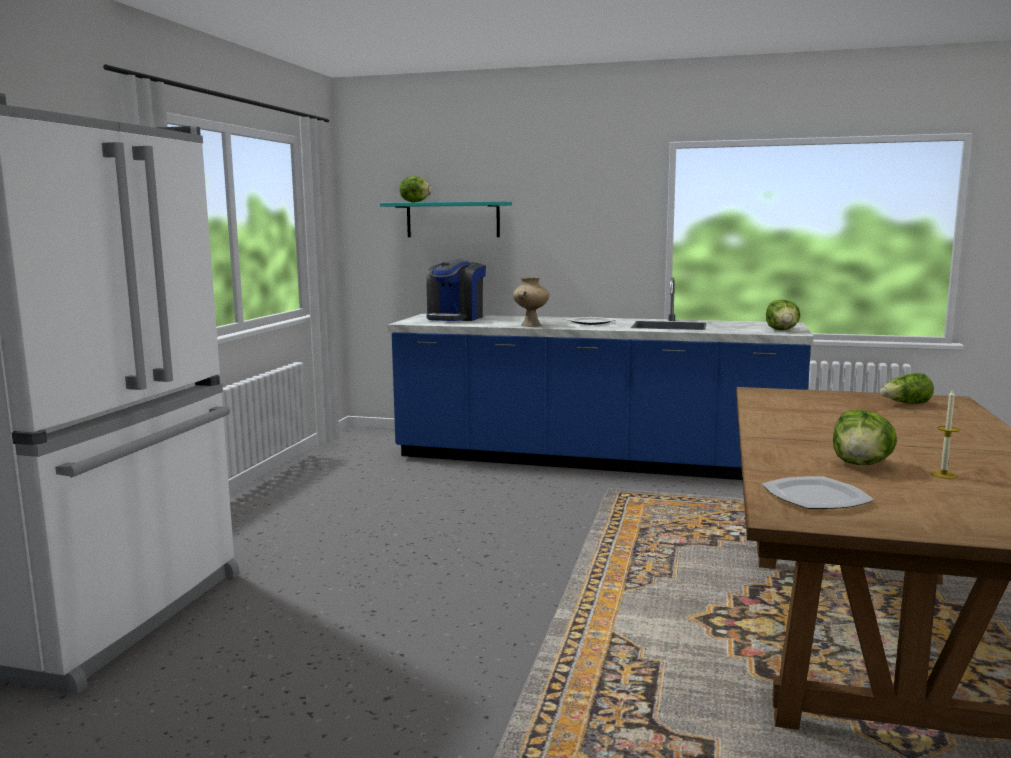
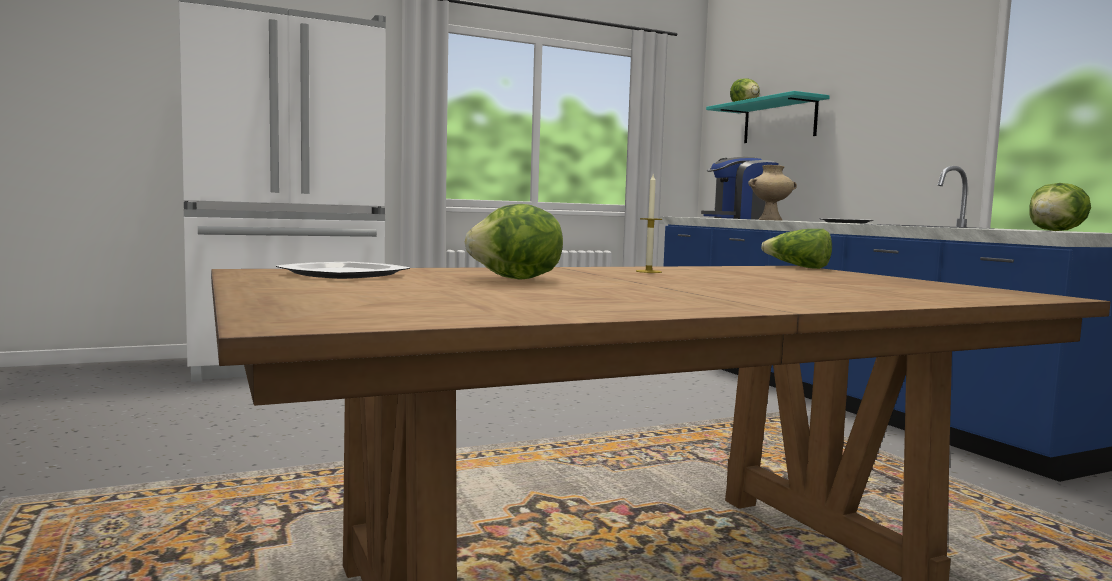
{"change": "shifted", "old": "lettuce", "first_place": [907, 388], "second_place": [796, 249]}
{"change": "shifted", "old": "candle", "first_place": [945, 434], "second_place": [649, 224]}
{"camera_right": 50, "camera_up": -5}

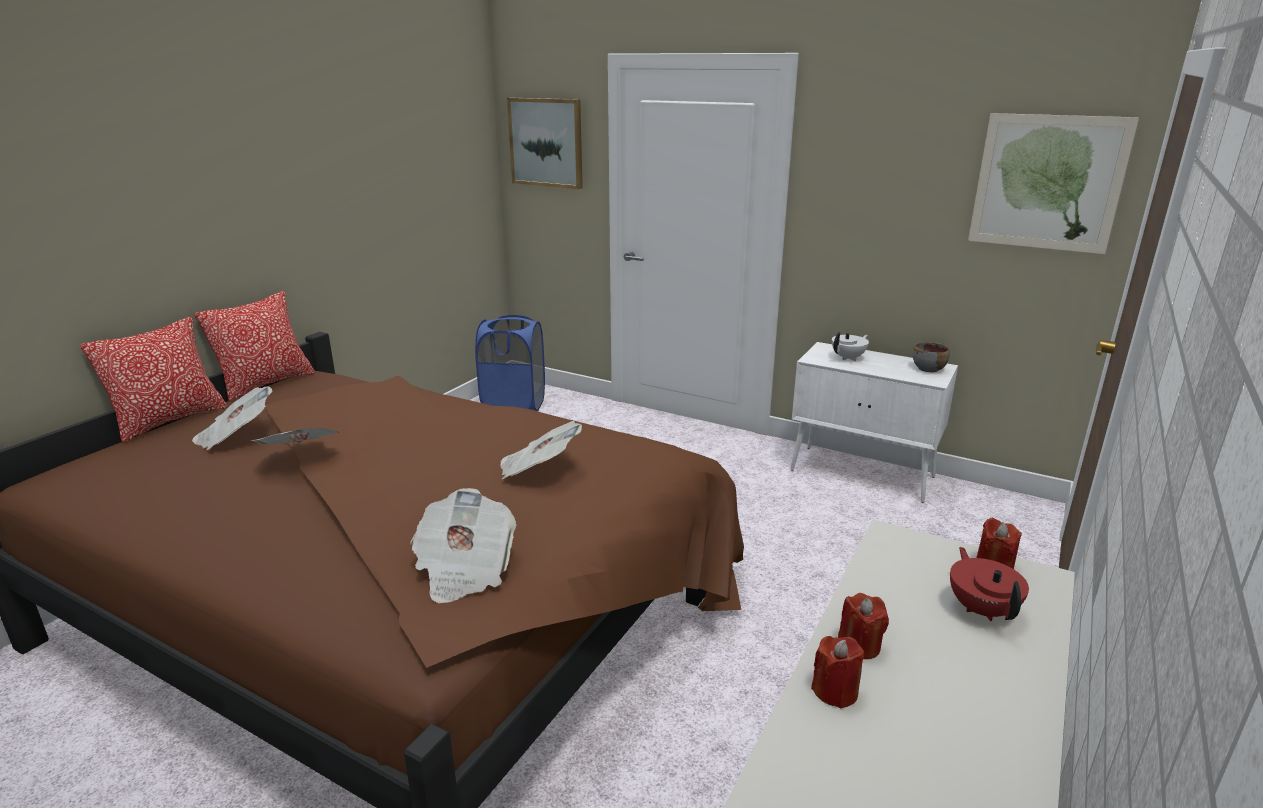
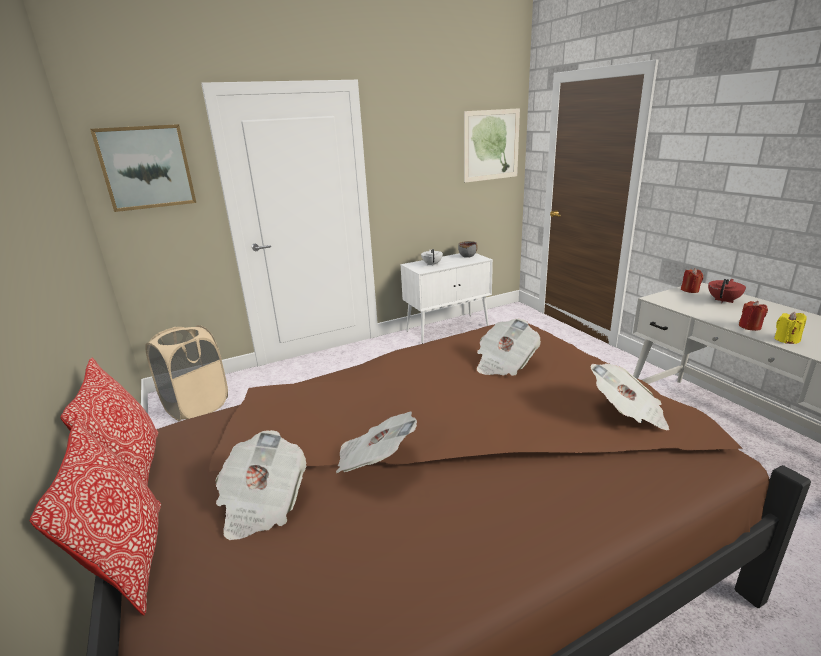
{"change": "repainted", "old": "blue laundry basket", "new": "beige laundry basket", "first_place": [510, 363], "second_place": [186, 373]}
{"change": "repainted", "old": "red candle", "new": "yellow candle", "first_place": [838, 672], "second_place": [790, 327]}
{"change": "rotated", "old": "red teapot", "first_place": [989, 584], "second_place": [727, 291], "degrees": 105}
{"camera_right": -55, "camera_up": 0}

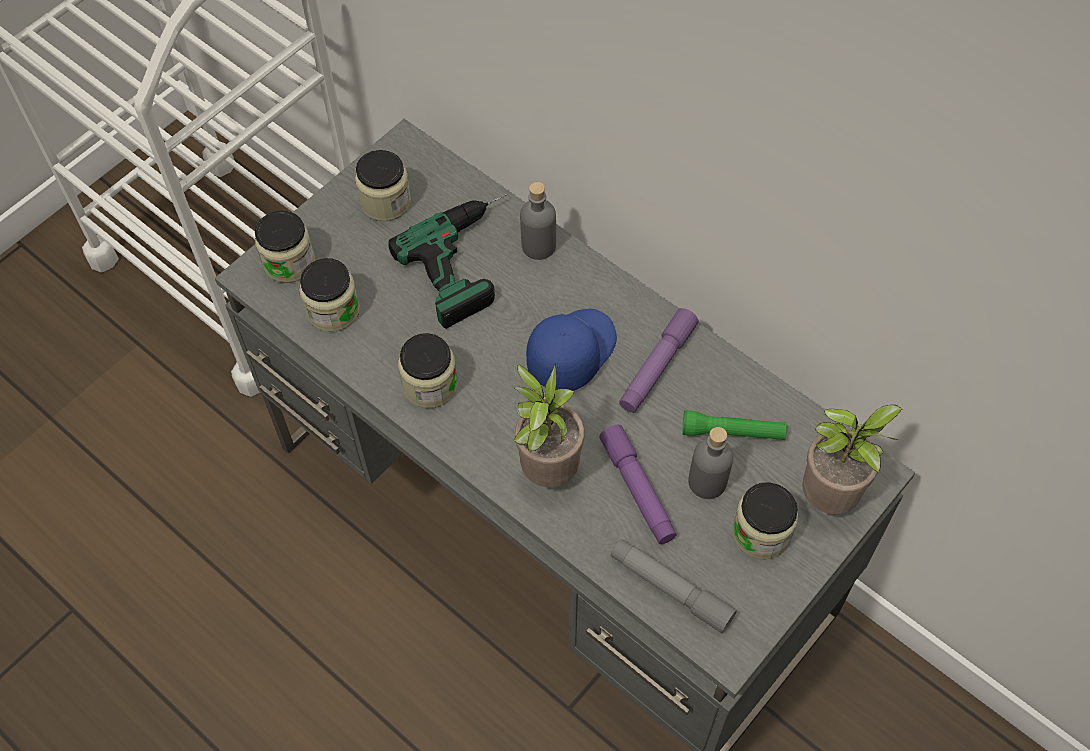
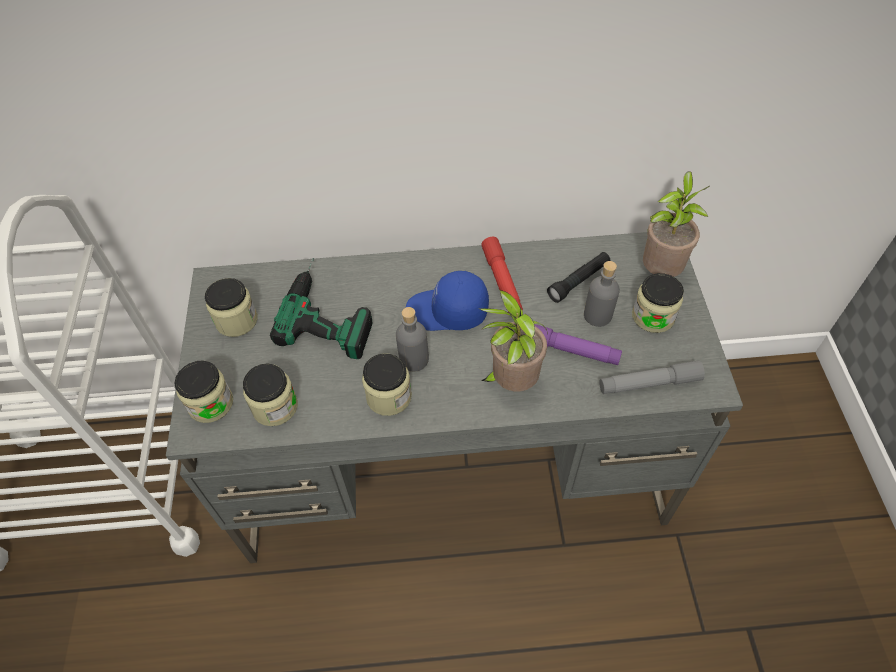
{"change": "shifted", "old": "grey bottle", "first_place": [538, 221], "second_place": [412, 339]}
{"change": "repainted", "old": "purple flashlight", "new": "red flashlight", "first_place": [659, 360], "second_place": [502, 274]}
{"change": "repainted", "old": "green flashlight", "new": "black flashlight", "first_place": [734, 425], "second_place": [578, 277]}
{"change": "rotated", "old": "blue cap", "first_place": [571, 350], "second_place": [447, 301], "degrees": -75}
{"camera_right": -45, "camera_up": -5}

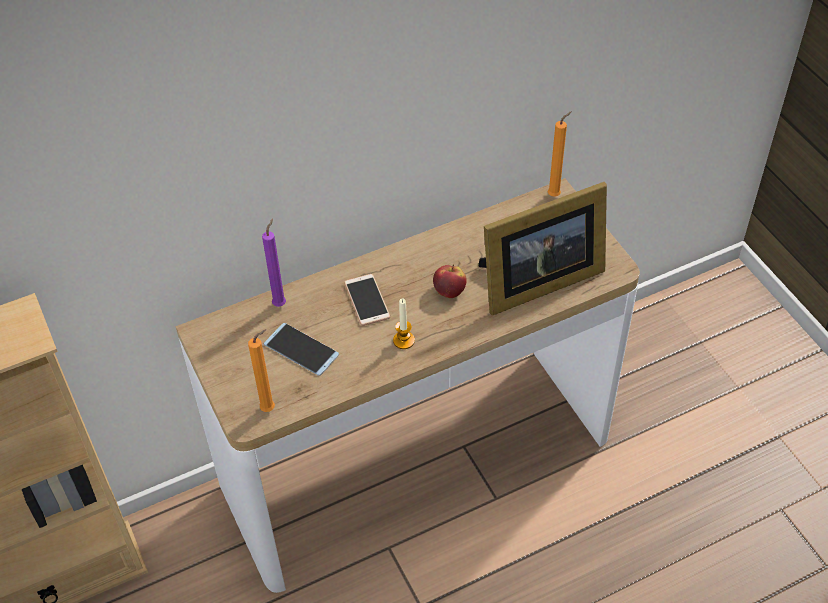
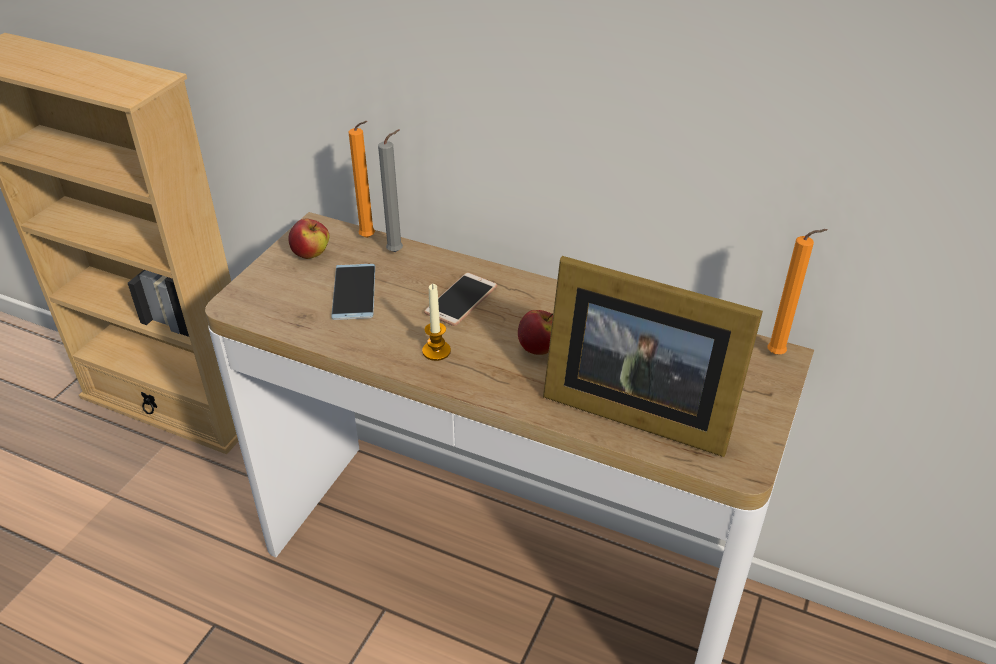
{"change": "new", "new": "apple", "second_place": [308, 238]}
{"change": "shifted", "old": "orange candle", "first_place": [261, 371], "second_place": [362, 179]}
{"change": "repainted", "old": "purple candle", "new": "grey candle", "first_place": [274, 263], "second_place": [390, 190]}
{"camera_right": 50, "camera_up": -10}

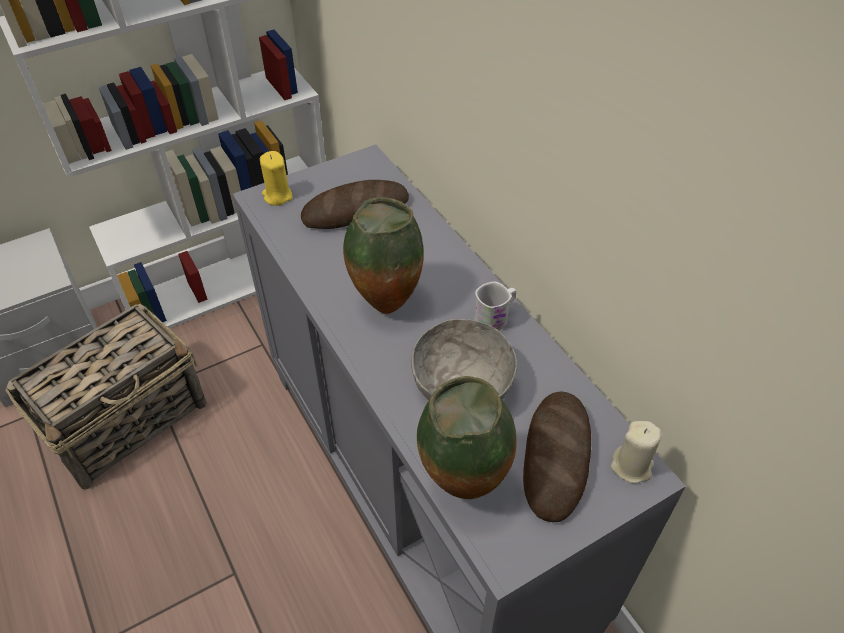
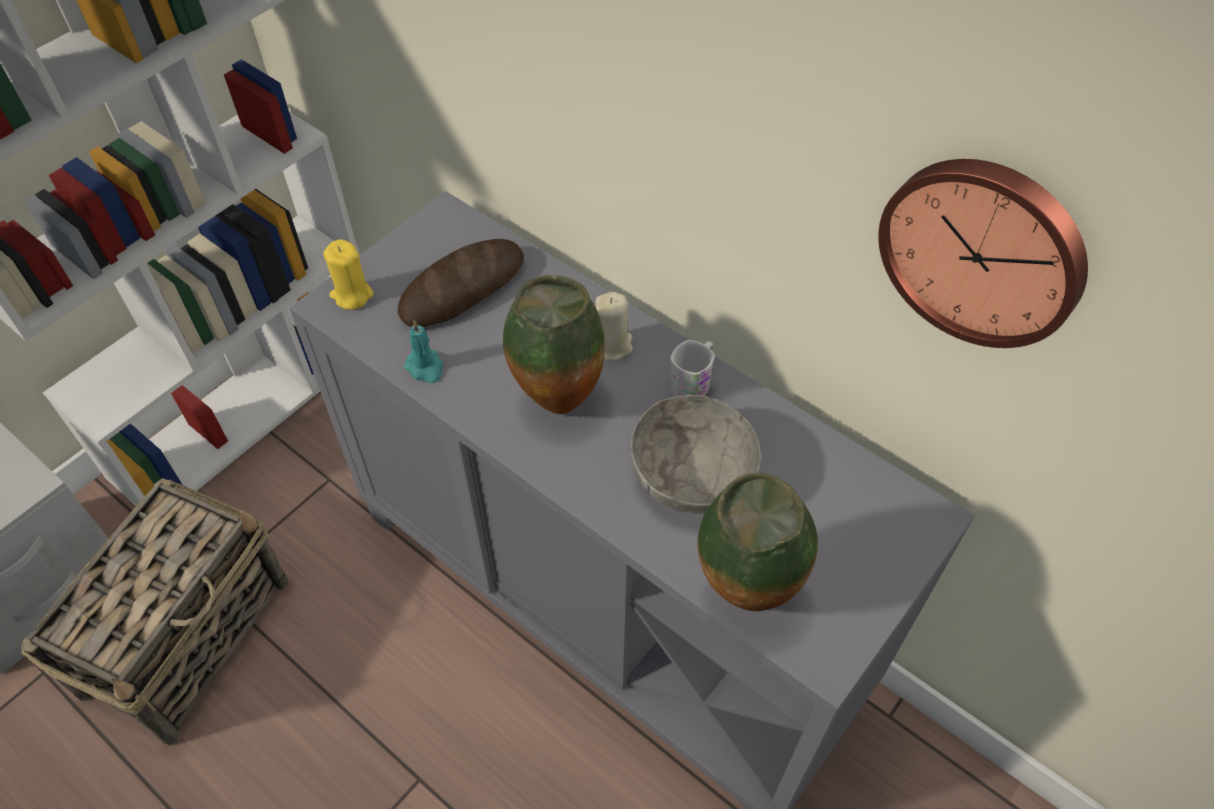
{"change": "gone", "old": "bread", "first_place": [557, 456]}
{"change": "new", "new": "turquoise candle", "second_place": [424, 351]}
{"change": "new", "new": "wall clock", "second_place": [983, 253]}
{"change": "shifted", "old": "beige candle", "first_place": [636, 452], "second_place": [614, 326]}
{"camera_right": -20, "camera_up": 5}

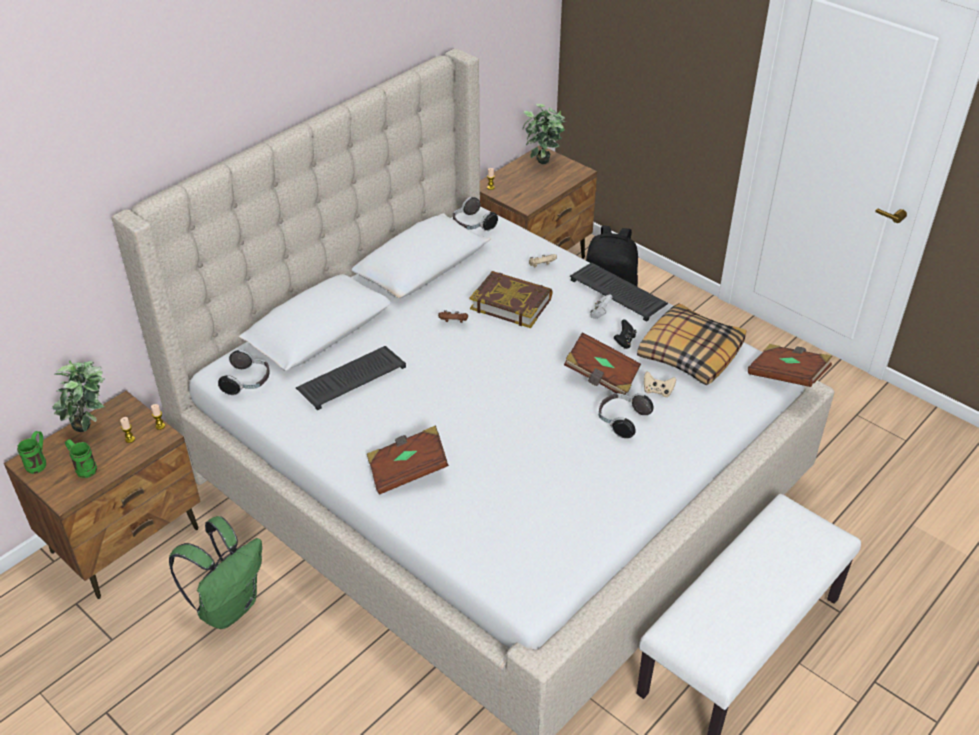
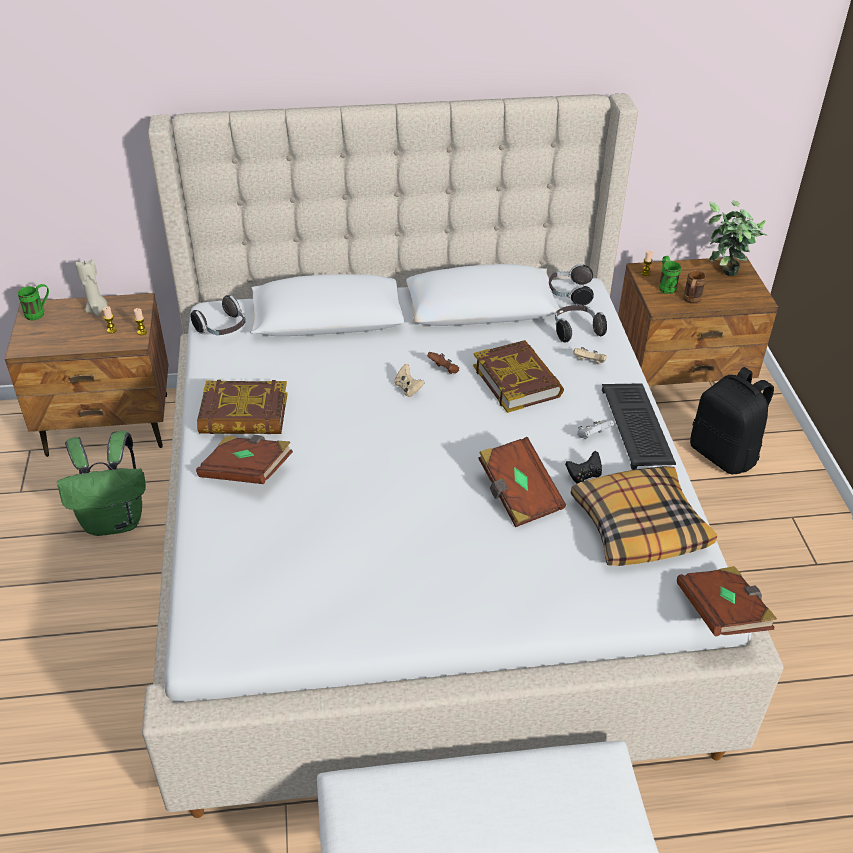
{"change": "gone", "old": "keyboard", "first_place": [351, 378]}
{"change": "new", "new": "book", "second_place": [242, 407]}
{"change": "new", "new": "brown mug", "second_place": [694, 287]}
{"change": "shifted", "old": "green mug", "first_place": [81, 458], "second_place": [670, 275]}
{"change": "shifted", "old": "headphones", "first_place": [626, 415], "second_place": [581, 323]}
{"change": "shifted", "old": "beige game controller", "first_place": [660, 384], "second_place": [409, 380]}
{"change": "swapped", "old": "potted plant", "new": "beige candle", "first_place": [78, 396], "second_place": [91, 287]}
{"camera_right": 40, "camera_up": 0}

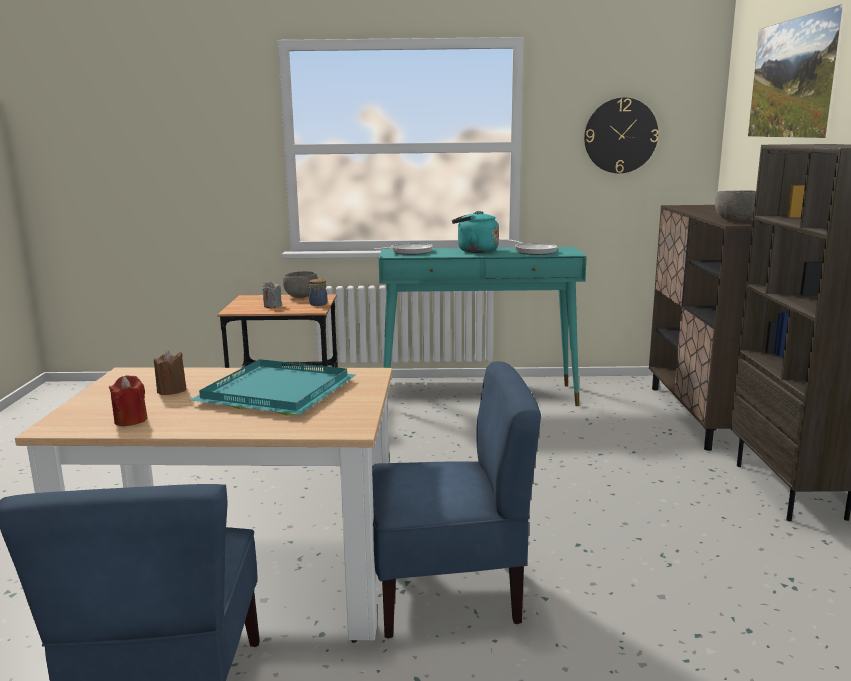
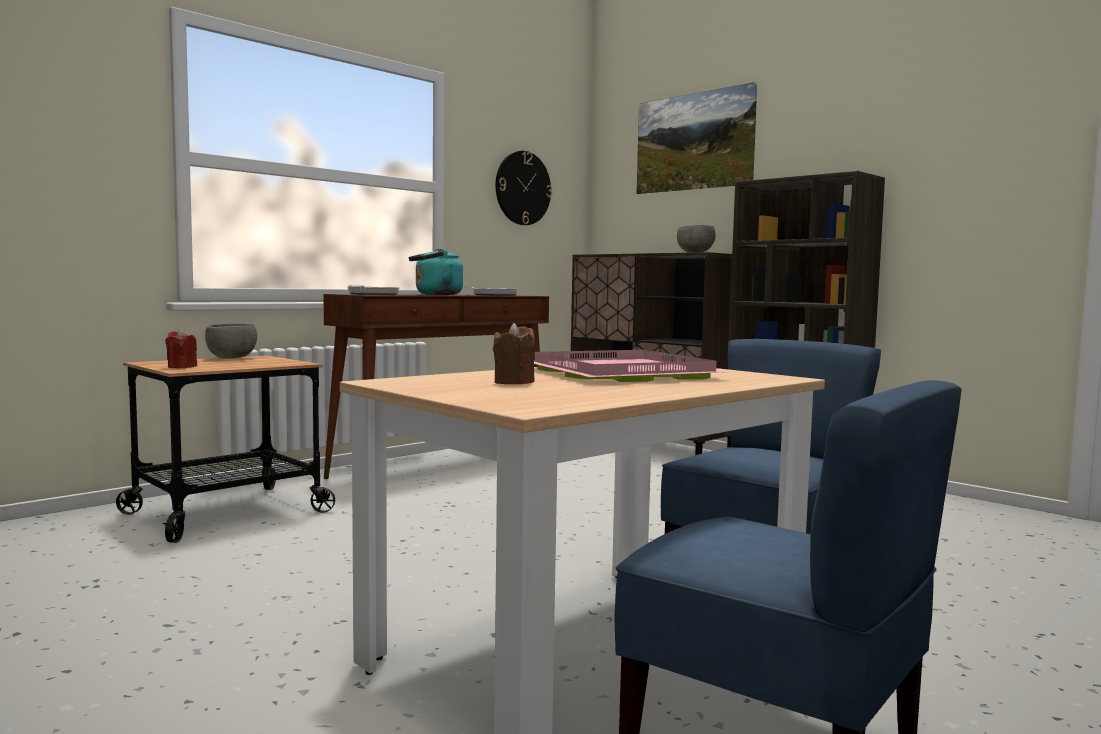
{"change": "gone", "old": "grey candle", "first_place": [272, 295]}
{"change": "gone", "old": "jar", "first_place": [318, 292]}
{"change": "shifted", "old": "red candle", "first_place": [128, 400], "second_place": [181, 348]}
{"change": "repainted", "old": "turquoise tray", "new": "pink tray", "first_place": [273, 387], "second_place": [630, 366]}
{"change": "repainted", "old": "turquoise console table", "new": "brown console table", "first_place": [483, 326], "second_place": [436, 386]}
{"camera_right": -45, "camera_up": -10}

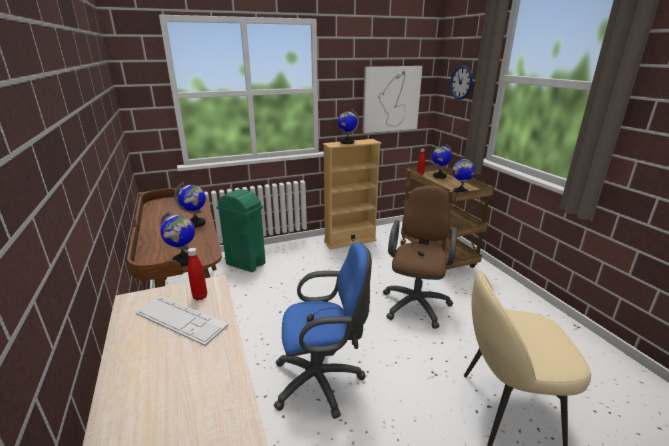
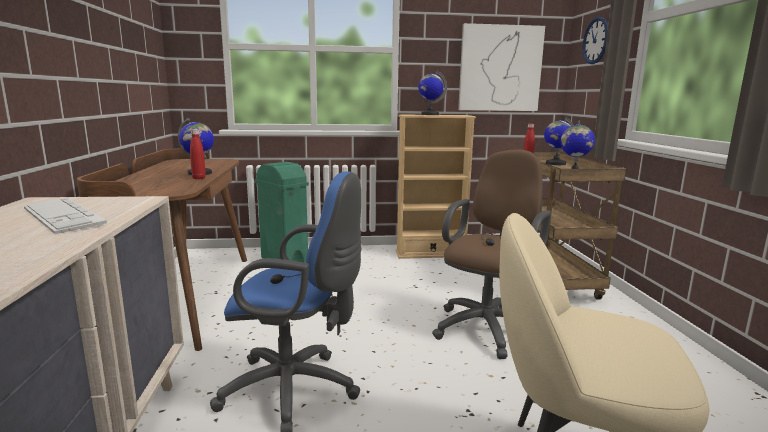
{"change": "gone", "old": "globe", "first_place": [177, 238]}
{"change": "shifted", "old": "red bottle", "first_place": [197, 274], "second_place": [198, 154]}
{"camera_right": 15, "camera_up": -10}

